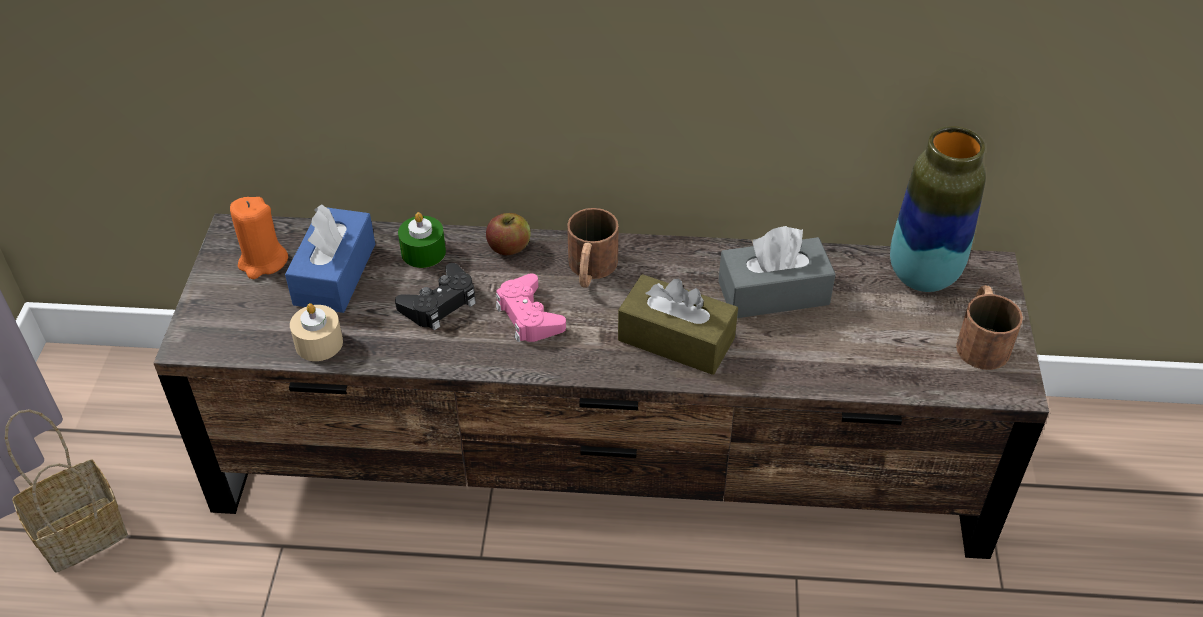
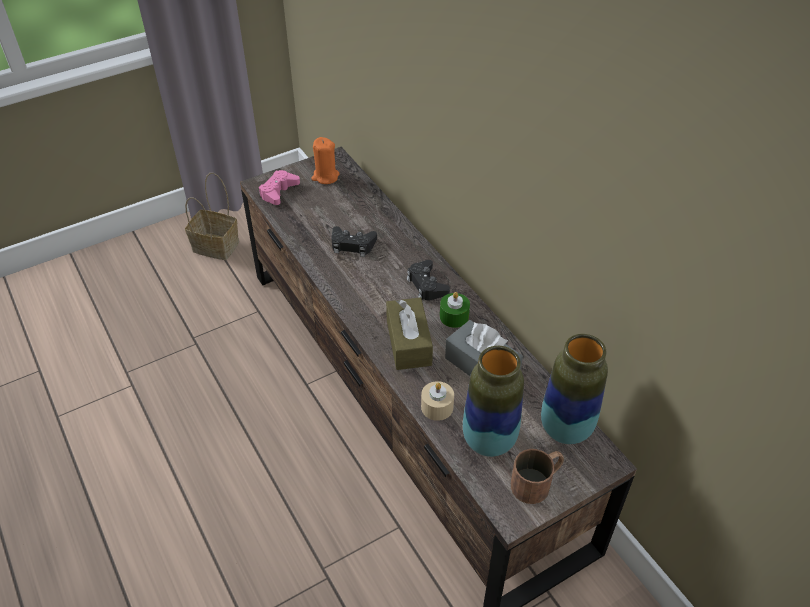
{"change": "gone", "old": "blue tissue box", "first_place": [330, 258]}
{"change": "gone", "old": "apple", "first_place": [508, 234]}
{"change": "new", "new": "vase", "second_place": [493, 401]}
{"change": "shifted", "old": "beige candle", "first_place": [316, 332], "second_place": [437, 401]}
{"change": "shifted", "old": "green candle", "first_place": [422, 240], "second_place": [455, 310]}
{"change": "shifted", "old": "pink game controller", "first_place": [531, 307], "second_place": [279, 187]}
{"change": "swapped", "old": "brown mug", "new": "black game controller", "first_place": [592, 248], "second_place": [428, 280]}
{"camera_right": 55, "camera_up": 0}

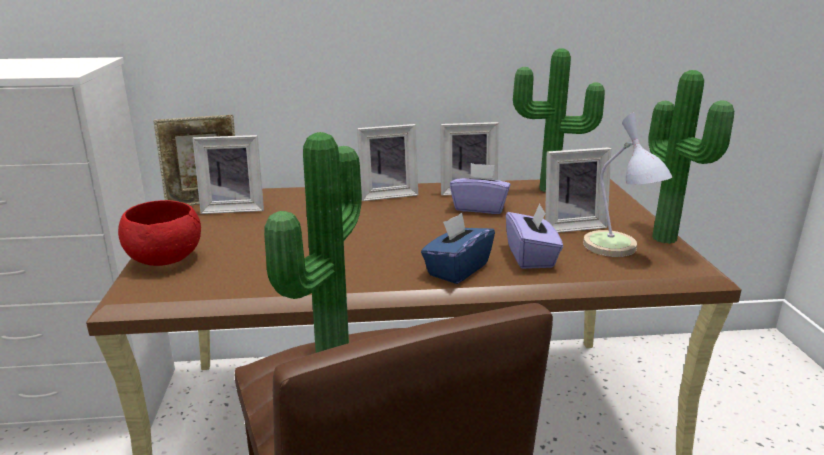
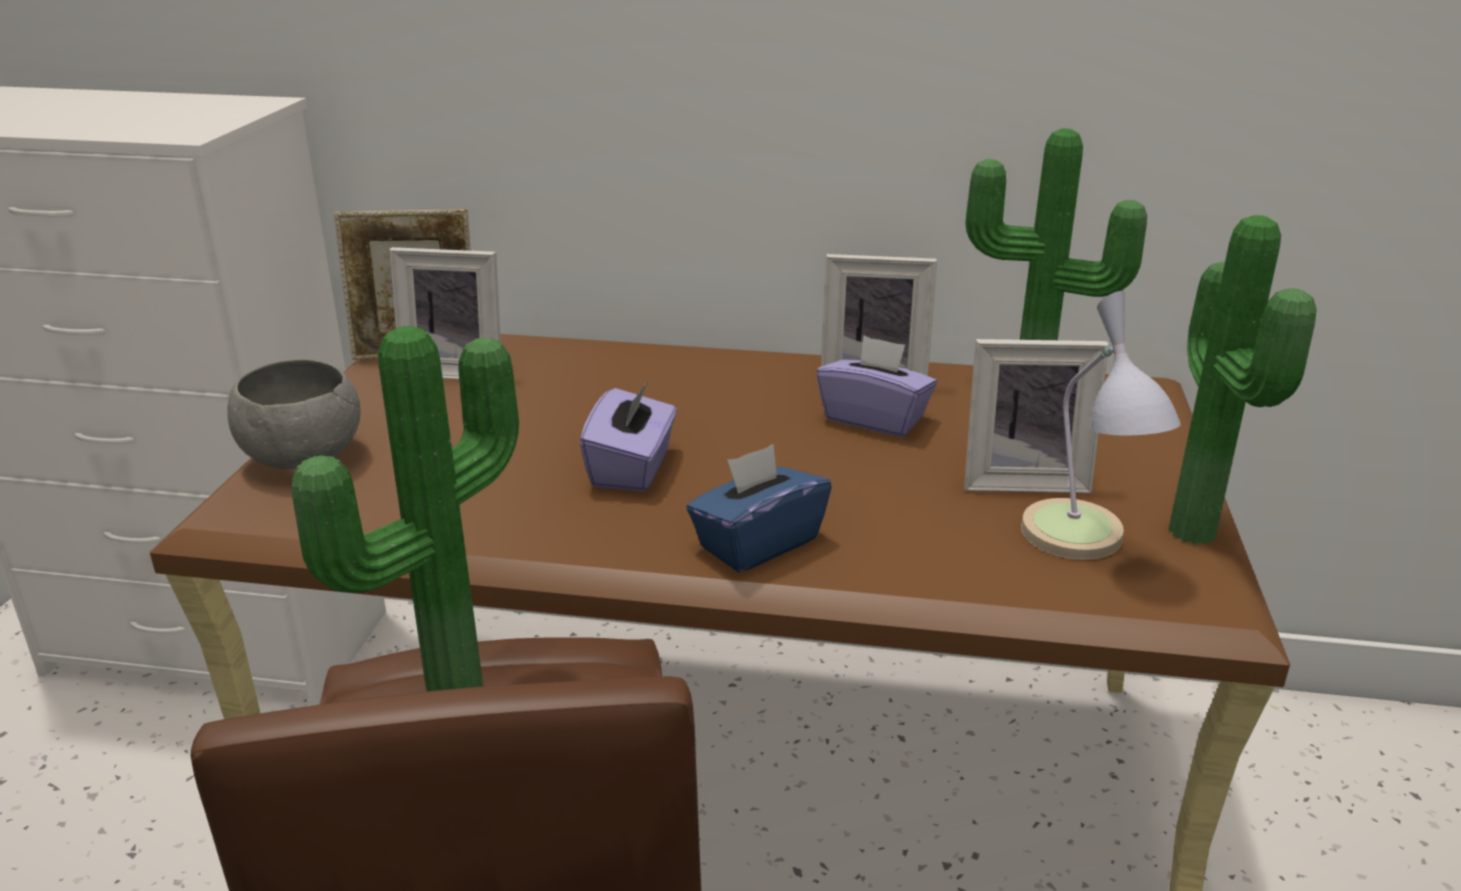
{"change": "gone", "old": "picture frame", "first_place": [387, 162]}
{"change": "shifted", "old": "purple tissue box", "first_place": [534, 236], "second_place": [628, 436]}
{"change": "repainted", "old": "red bowl", "new": "grey bowl", "first_place": [159, 233], "second_place": [293, 414]}
{"camera_right": 15, "camera_up": 5}

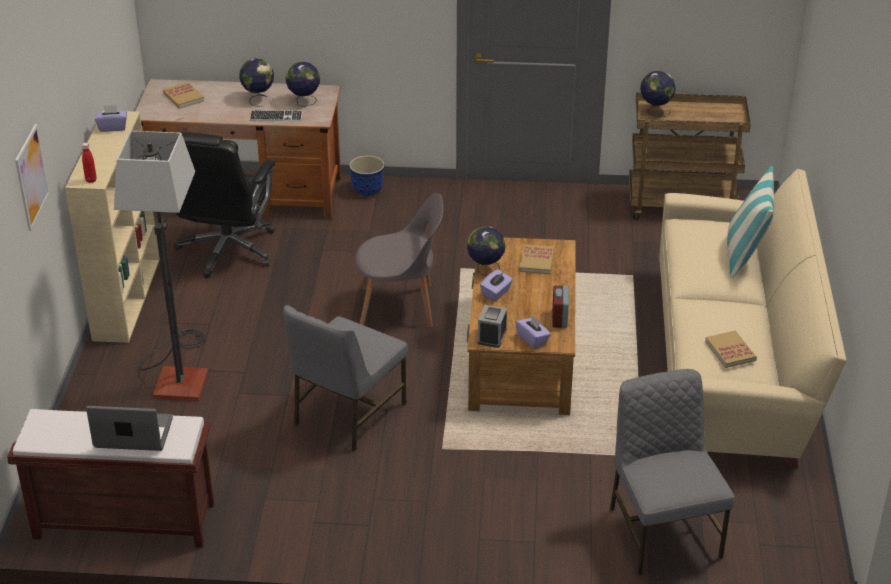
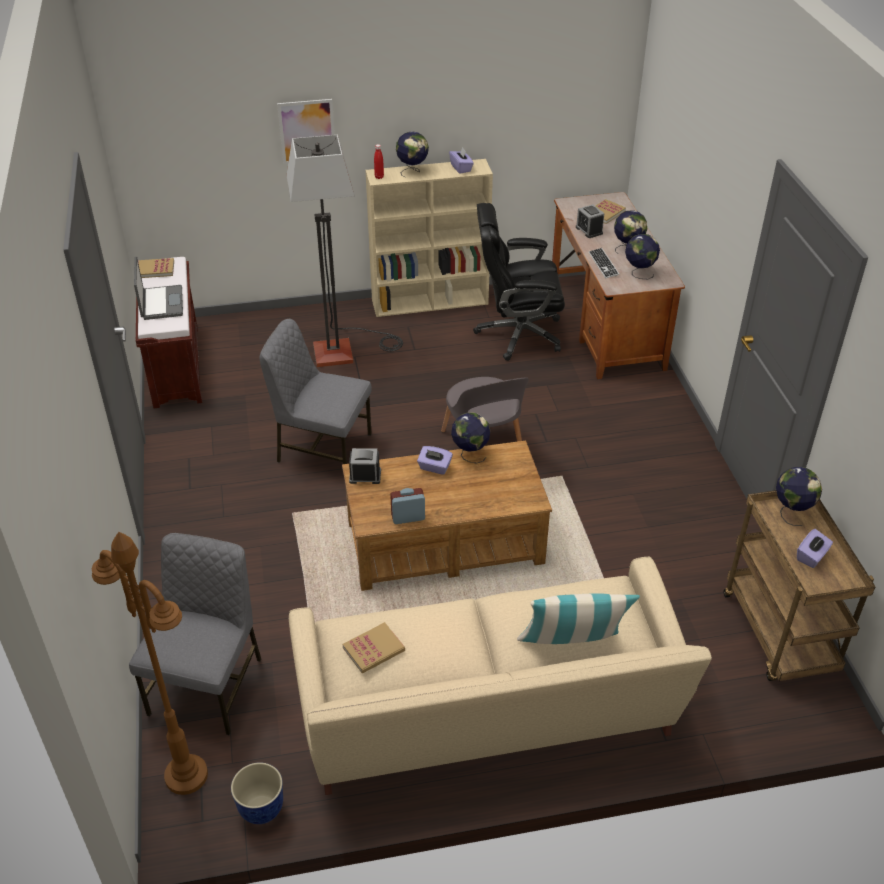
{"change": "new", "new": "brown floor lamp", "second_place": [150, 663]}
{"change": "new", "new": "globe", "second_place": [412, 154]}
{"change": "new", "new": "alarm clock", "second_place": [590, 221]}
{"change": "shifted", "old": "planter", "first_place": [367, 175], "second_place": [257, 793]}
{"change": "shifted", "old": "purple tissue box", "first_place": [533, 332], "second_place": [815, 548]}
{"change": "shifted", "old": "book", "first_place": [536, 259], "second_place": [156, 268]}
{"change": "rotated", "old": "grey chair", "first_place": [672, 472], "second_place": [195, 634], "degrees": -45}
{"camera_right": 75, "camera_up": 5}

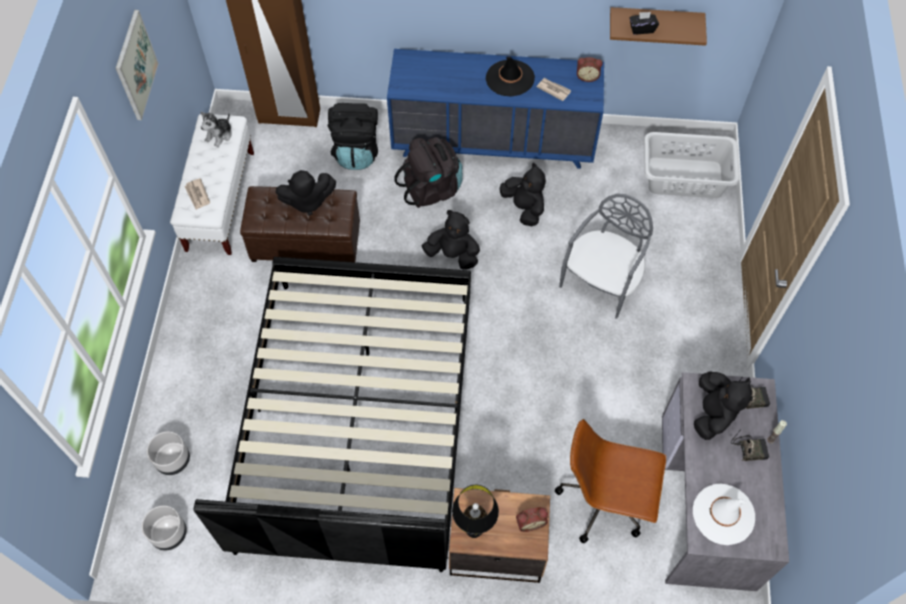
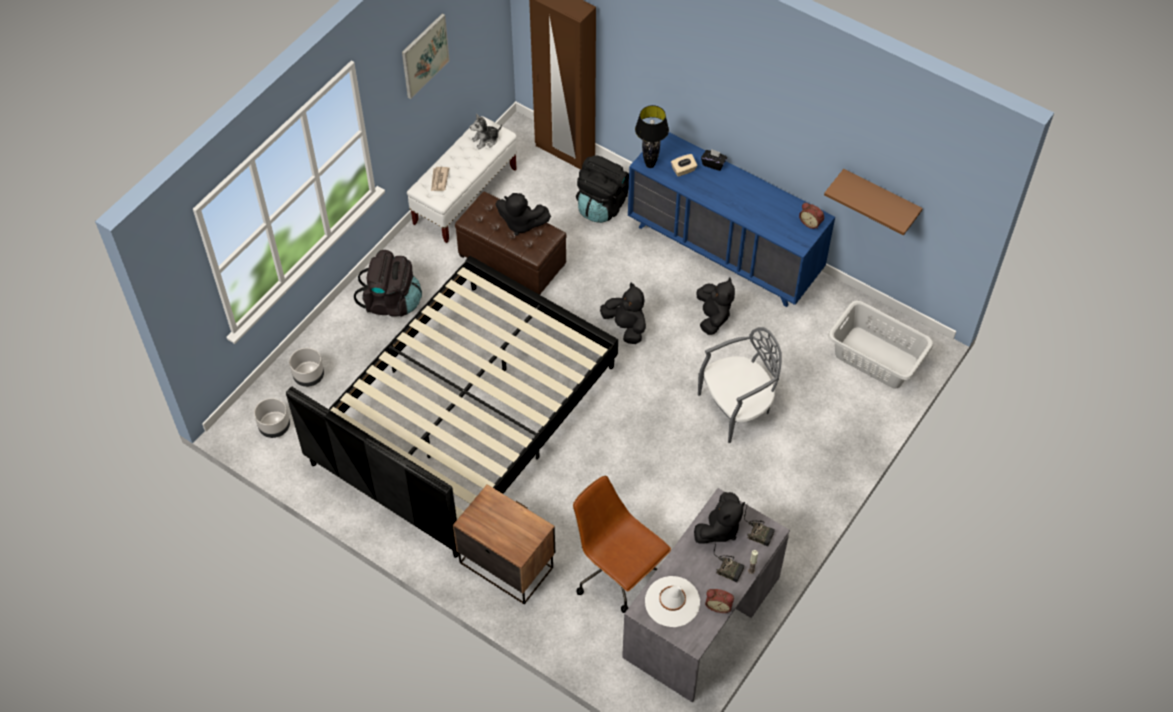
{"change": "gone", "old": "black hat", "first_place": [510, 76]}
{"change": "gone", "old": "newspaper", "first_place": [554, 89]}
{"change": "new", "new": "beige tissue box", "second_place": [684, 165]}
{"change": "shifted", "old": "black backpack", "first_place": [428, 172], "second_place": [388, 283]}
{"change": "shifted", "old": "black table lamp", "first_place": [475, 511], "second_place": [652, 136]}
{"change": "shifted", "old": "alarm clock", "first_place": [532, 519], "second_place": [719, 601]}
{"change": "shifted", "old": "black tissue box", "first_place": [644, 23], "second_place": [714, 160]}
{"camera_right": 30, "camera_up": -5}

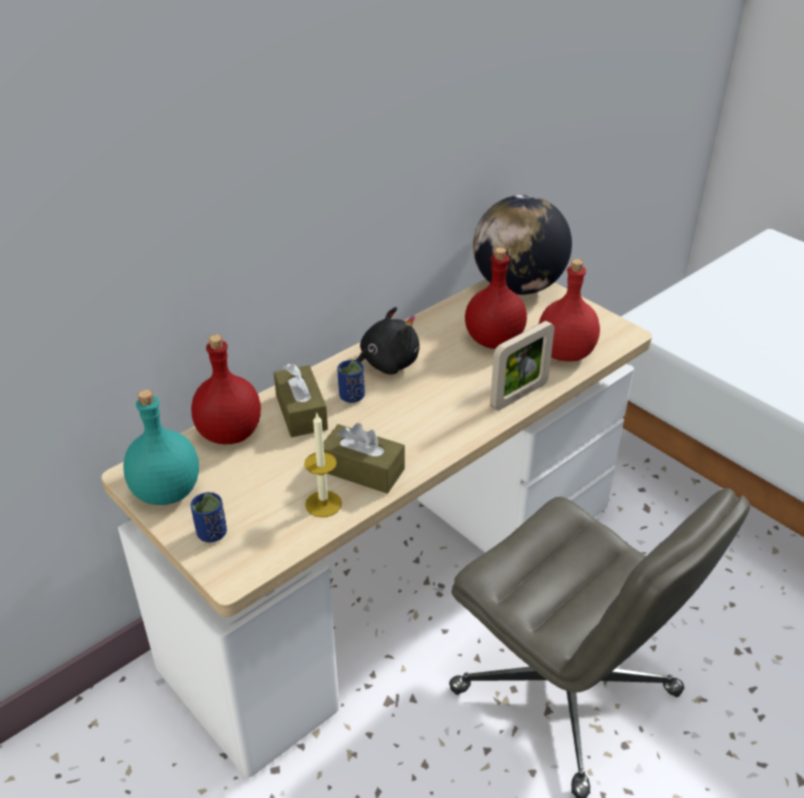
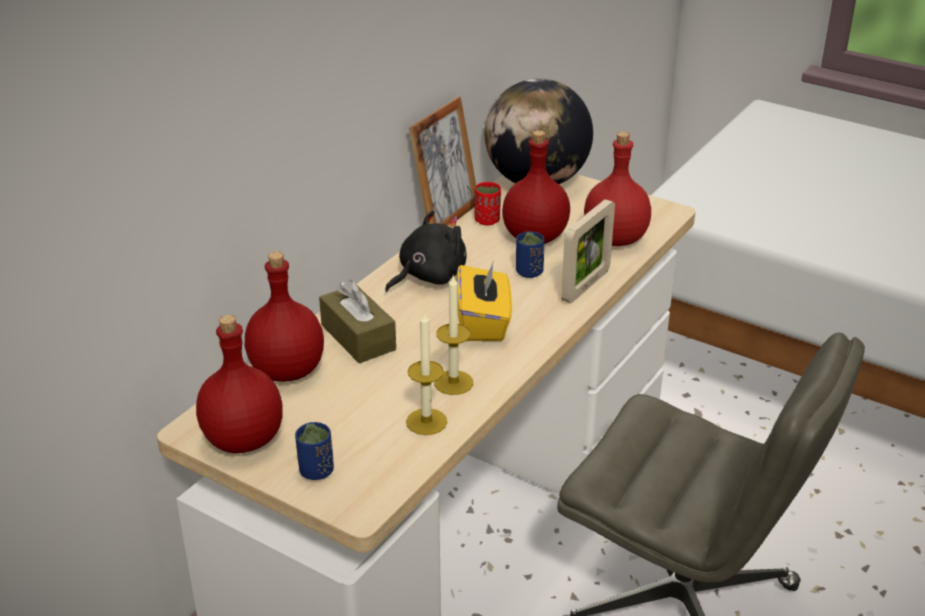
{"change": "new", "new": "picture frame", "second_place": [442, 161]}
{"change": "new", "new": "yellow tissue box", "second_place": [484, 301]}
{"change": "new", "new": "red cup", "second_place": [487, 204]}
{"change": "shifted", "old": "blue cup", "first_place": [351, 381], "second_place": [530, 254]}
{"change": "swapped", "old": "brown tissue box", "new": "candle", "first_place": [364, 458], "second_place": [453, 334]}
{"change": "repainted", "old": "turquoise bottle", "new": "red bottle", "first_place": [161, 447], "second_place": [239, 384]}
{"camera_right": -15, "camera_up": -5}

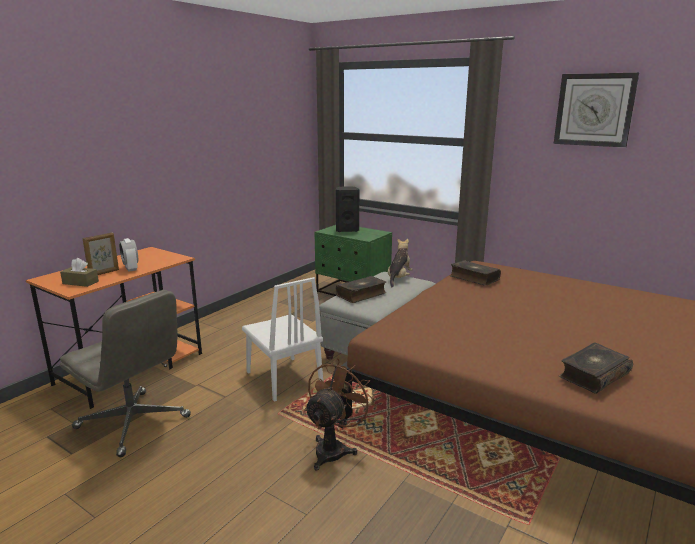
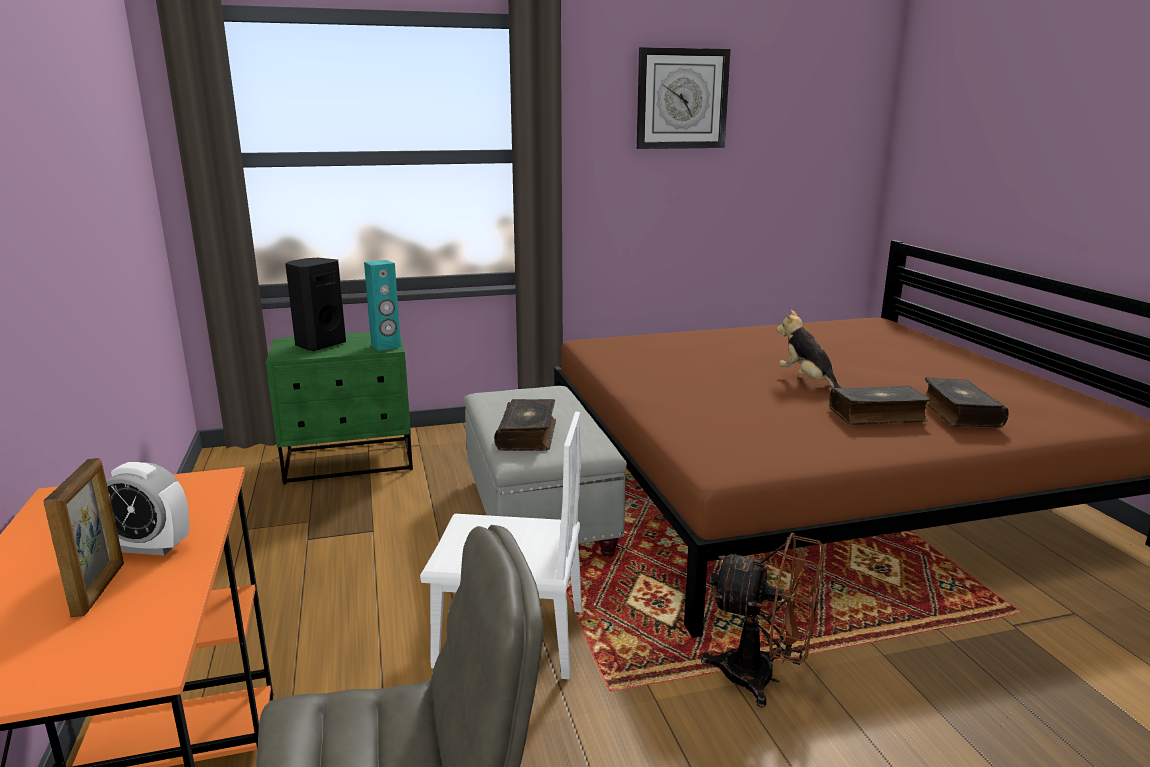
{"change": "gone", "old": "brown tissue box", "first_place": [79, 272]}
{"change": "new", "new": "turquoise speaker", "second_place": [382, 305]}
{"change": "shifted", "old": "plush toy", "first_place": [400, 262], "second_place": [809, 349]}
{"change": "shifted", "old": "book", "first_place": [475, 273], "second_place": [880, 405]}
{"change": "rotated", "old": "brown fan", "first_place": [339, 415], "second_place": [763, 620], "degrees": 135}
{"camera_right": -50, "camera_up": 0}

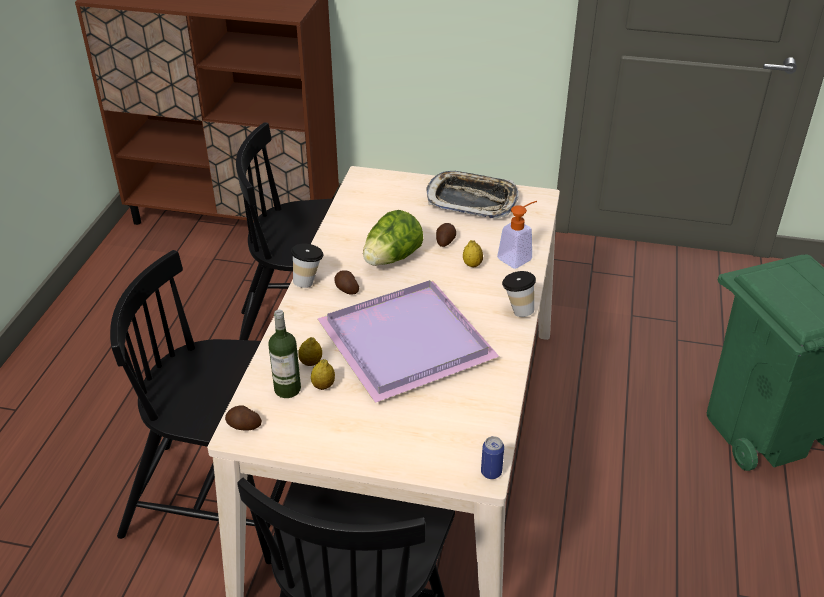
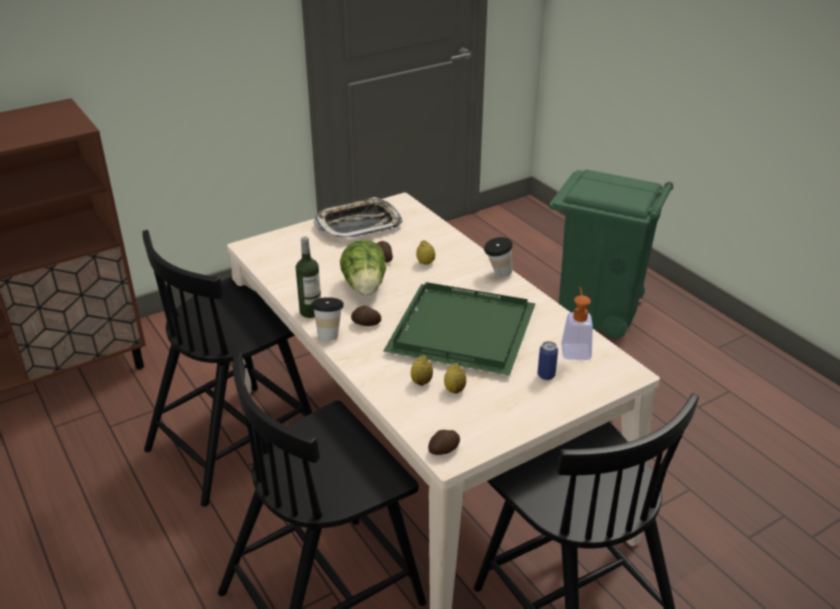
{"change": "shifted", "old": "bottle", "first_place": [284, 354], "second_place": [308, 277]}
{"change": "shifted", "old": "can", "first_place": [492, 457], "second_place": [547, 360]}
{"change": "shifted", "old": "soap dispenser", "first_place": [517, 235], "second_place": [577, 323]}
{"change": "repainted", "old": "purple tray", "new": "green tray", "first_place": [409, 341], "second_place": [459, 329]}
{"camera_right": -45, "camera_up": -5}

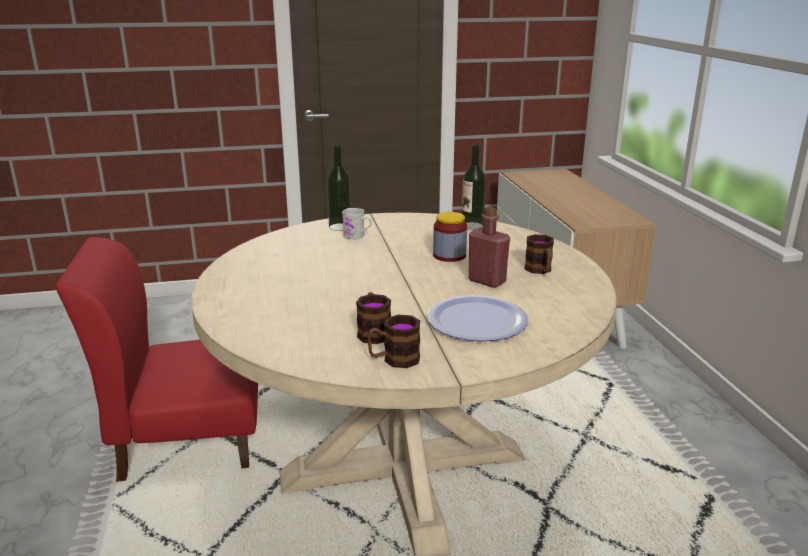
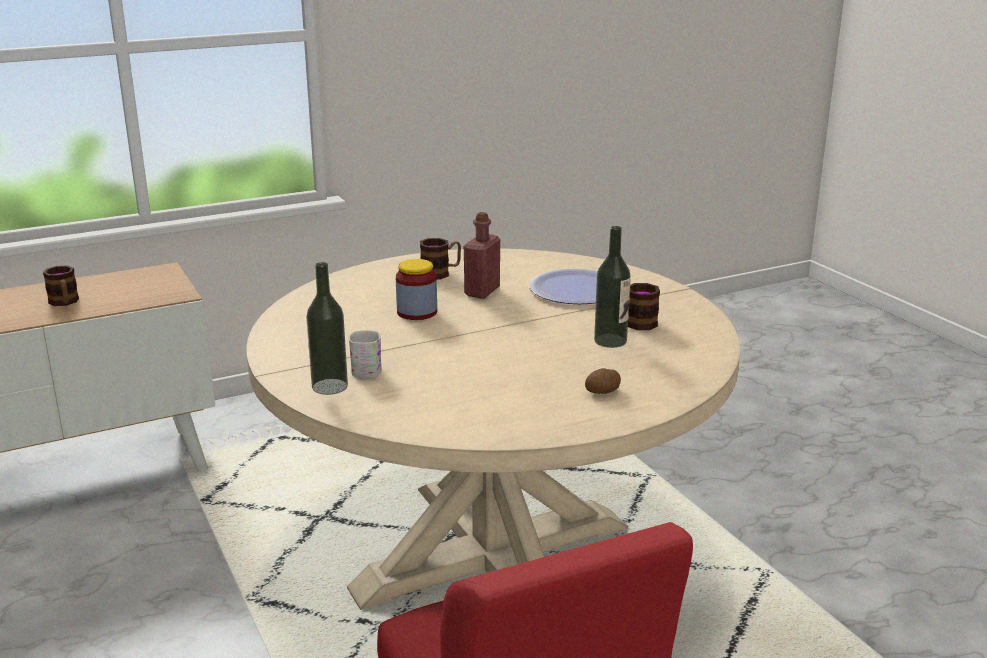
{"change": "new", "new": "potato", "second_place": [603, 381]}
{"change": "shifted", "old": "mug", "first_place": [393, 341], "second_place": [61, 285]}
{"change": "shifted", "old": "bottle", "first_place": [474, 187], "second_place": [612, 287]}
{"camera_right": -105, "camera_up": 0}

